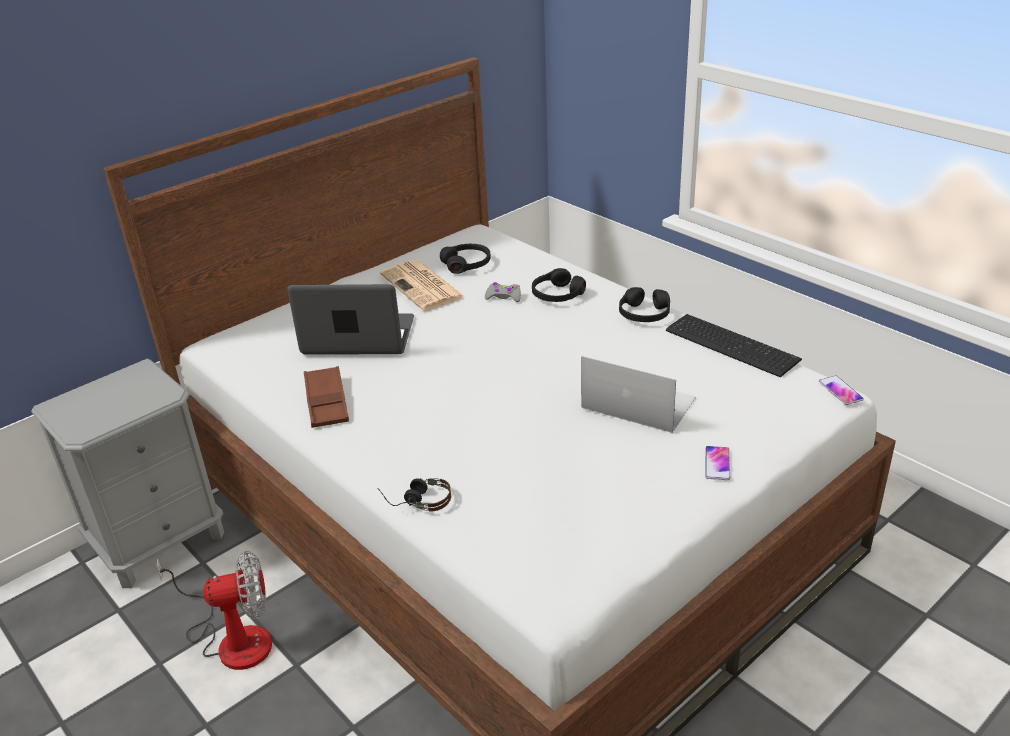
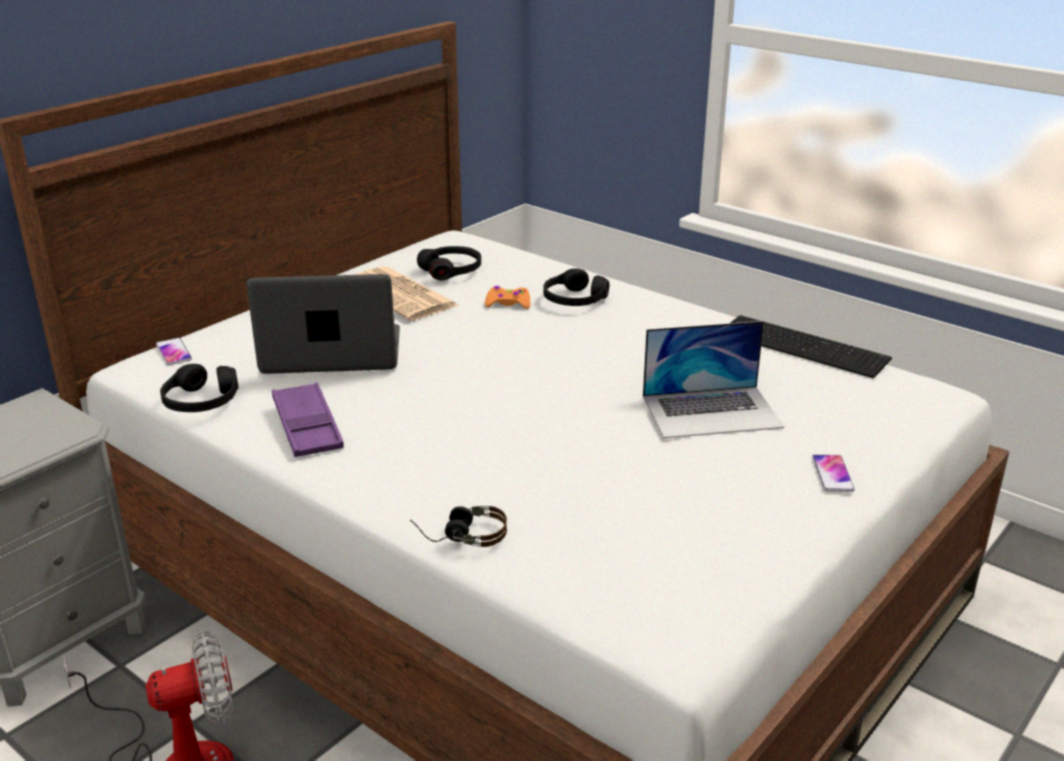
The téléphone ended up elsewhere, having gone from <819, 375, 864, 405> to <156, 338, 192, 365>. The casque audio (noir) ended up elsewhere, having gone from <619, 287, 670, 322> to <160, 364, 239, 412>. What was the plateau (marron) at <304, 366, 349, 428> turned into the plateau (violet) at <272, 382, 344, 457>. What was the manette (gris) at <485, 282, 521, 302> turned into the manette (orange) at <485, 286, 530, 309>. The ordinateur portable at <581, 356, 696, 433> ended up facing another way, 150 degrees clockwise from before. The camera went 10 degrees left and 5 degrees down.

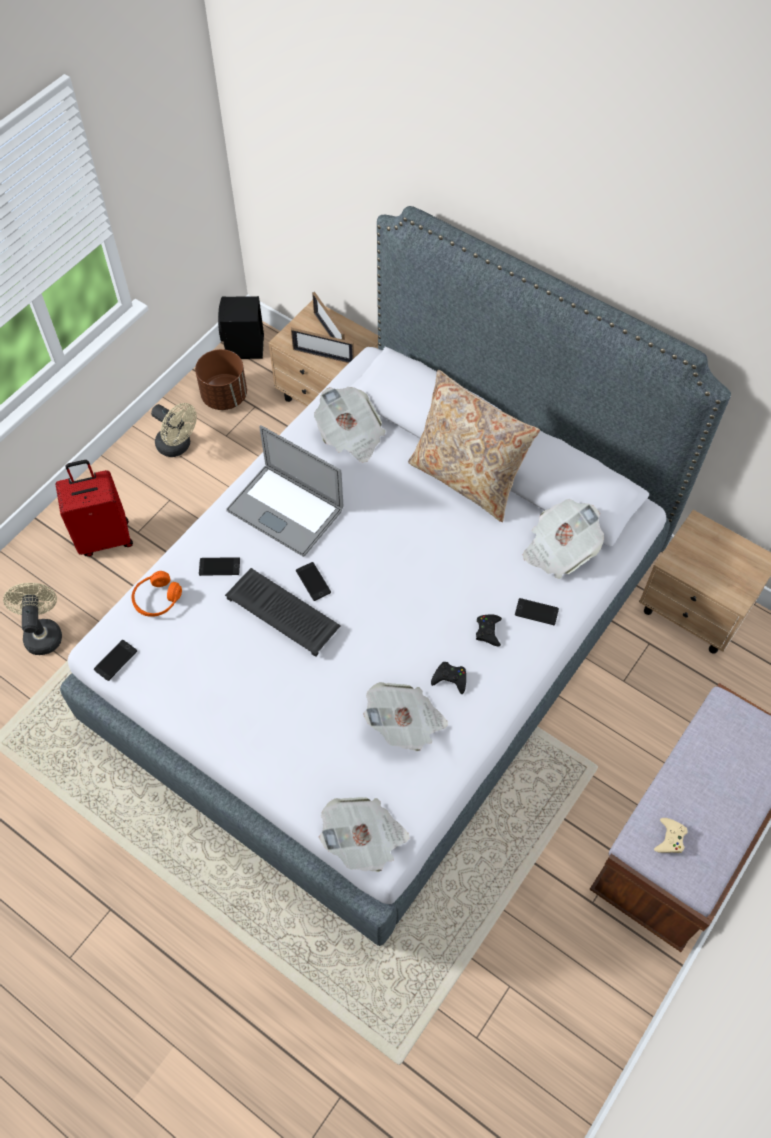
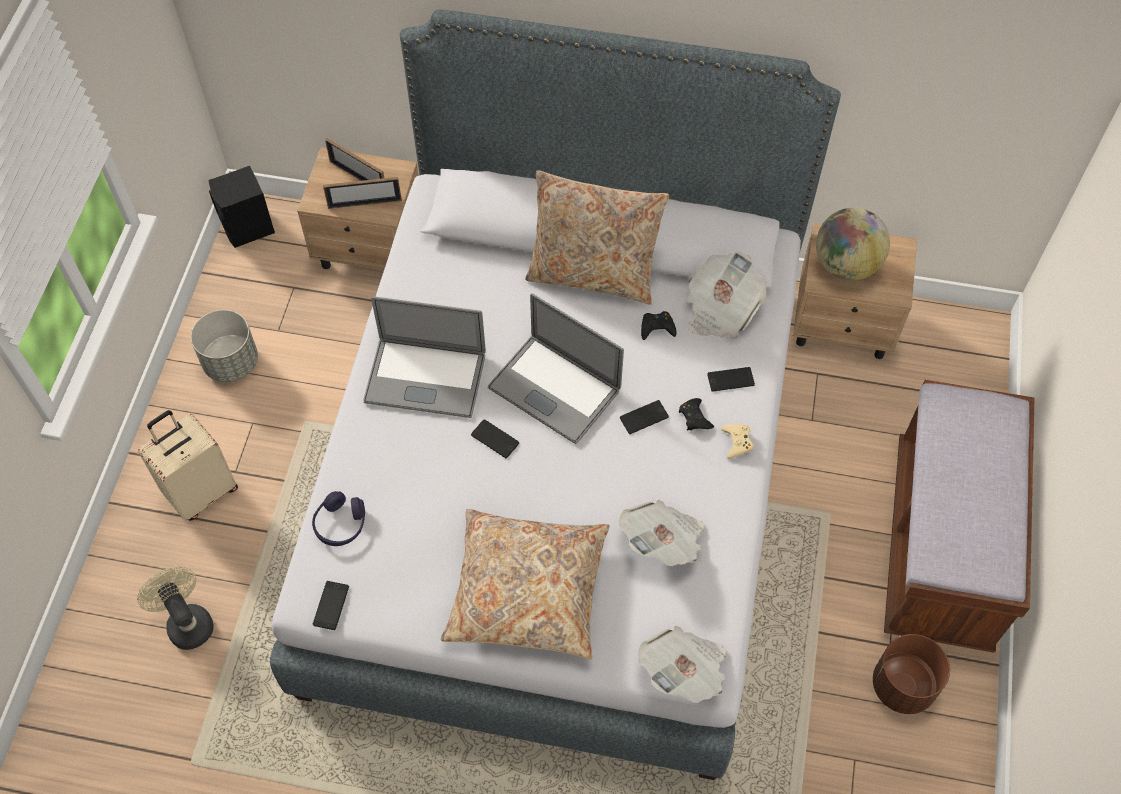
What was the valise (rouge) at <56, 460, 133, 556> turned into the valise (beige) at <138, 410, 238, 521>. Where the ventilateur (beige) stood at <151, 403, 197, 457>, the cache-pot (gris) came to stand at <191, 310, 258, 382>. What was the casque audio (orange) at <132, 571, 182, 617> turned into the casque audio (violet) at <312, 491, 365, 546>. The second view gained the coussin (beige) at <441, 509, 609, 659>. The second view gained the ordinateur portable at <488, 293, 624, 444>. The téléphone ended up elsewhere, having gone from <199, 557, 240, 576> to <620, 400, 669, 434>. The manette (noir) ended up elsewhere, having gone from <431, 662, 466, 694> to <641, 311, 677, 340>. The manette (beige) ended up elsewhere, having gone from <654, 818, 687, 853> to <721, 424, 754, 459>. The second view gained the globe at <816, 207, 890, 280>. The cache-pot (marron) ended up elsewhere, having gone from <195, 349, 247, 410> to <873, 634, 950, 714>. The second view lost the clavier at <225, 568, 341, 657>. The second view lost the journal at <314, 387, 386, 463>. The camera went 25 degrees left and 0 degrees up.

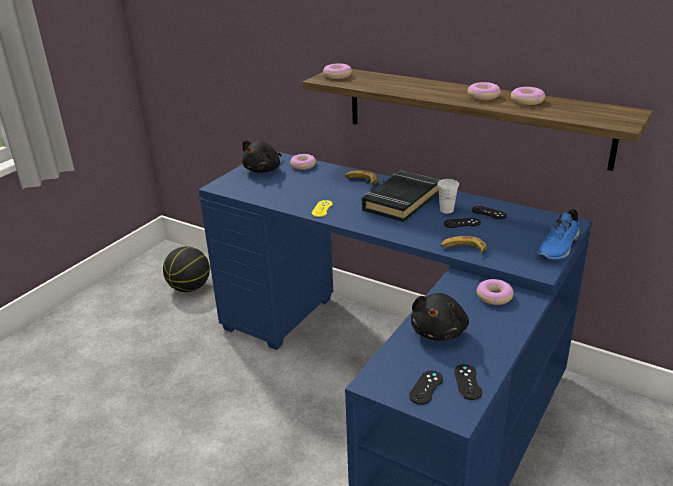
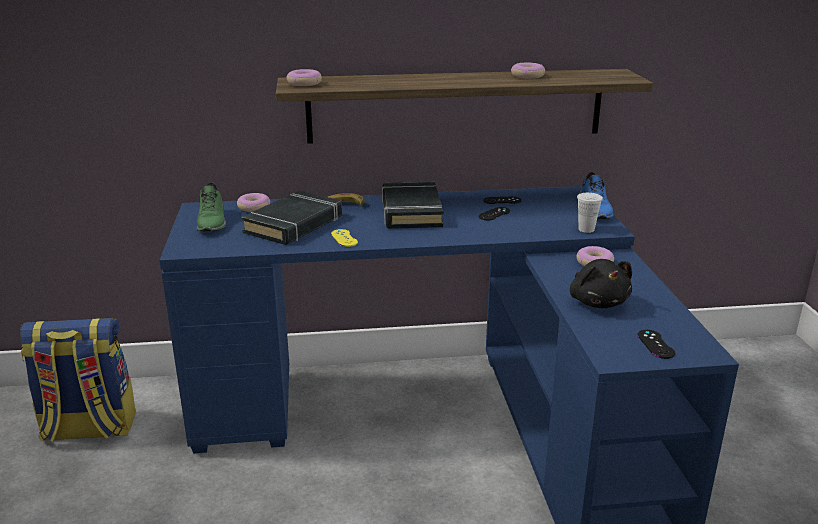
Where the ballon de basket stood at <163, 246, 210, 292>, the sac à dos came to stand at <20, 318, 135, 443>. Where the peluche (noir) stood at <242, 140, 282, 173>, the chaussure (vert) came to stand at <197, 182, 226, 231>. The second view gained the livre (noir) at <241, 191, 342, 245>. The tasse (blanc) ended up elsewhere, having gone from <437, 179, 459, 214> to <577, 193, 603, 233>. The second view lost the banane at <441, 236, 487, 254>. The second view lost the manette (noir) at <454, 364, 482, 400>. The second view lost the beignet at <468, 82, 501, 100>. The camera went 40 degrees left and 5 degrees down.

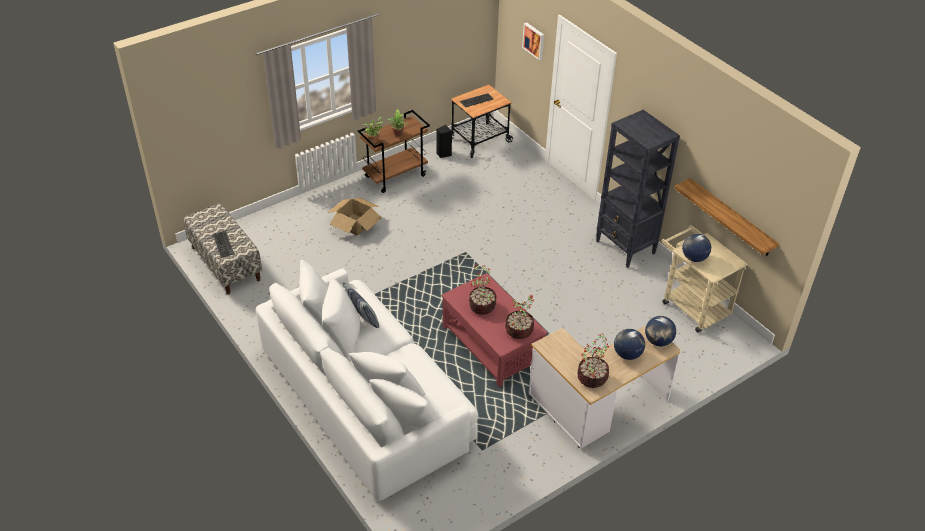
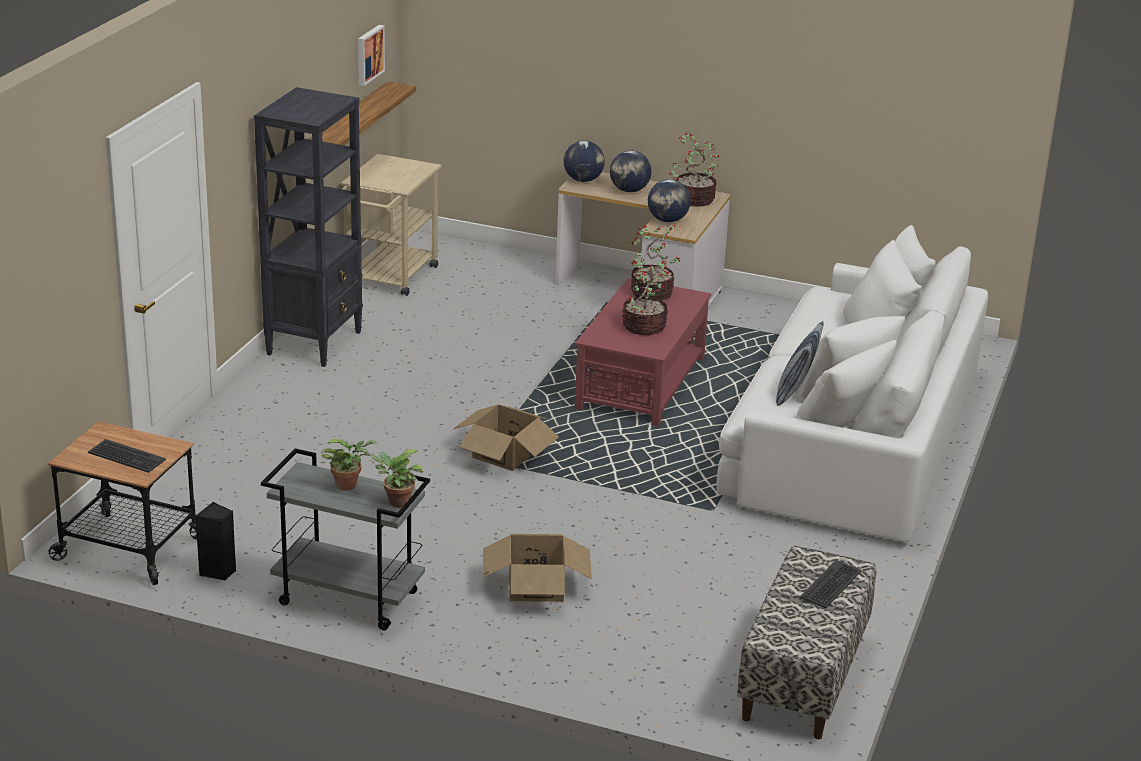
What was the chariot (marron) at <358, 110, 430, 193> turned into the chariot (gris) at <261, 448, 430, 630>. The tableau ended up elsewhere, having gone from <522, 22, 544, 60> to <358, 25, 385, 86>. The second view gained the carton at <452, 404, 559, 471>. The globe ended up elsewhere, having gone from <682, 234, 711, 262> to <648, 179, 691, 222>. The camera went 125 degrees left and 15 degrees down.

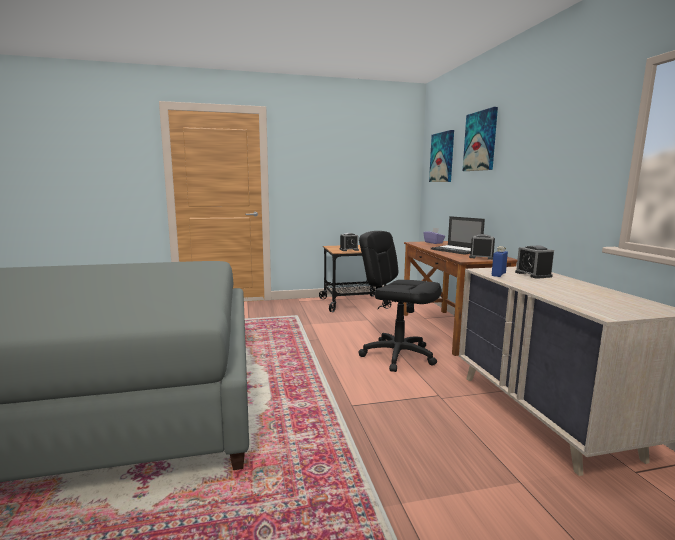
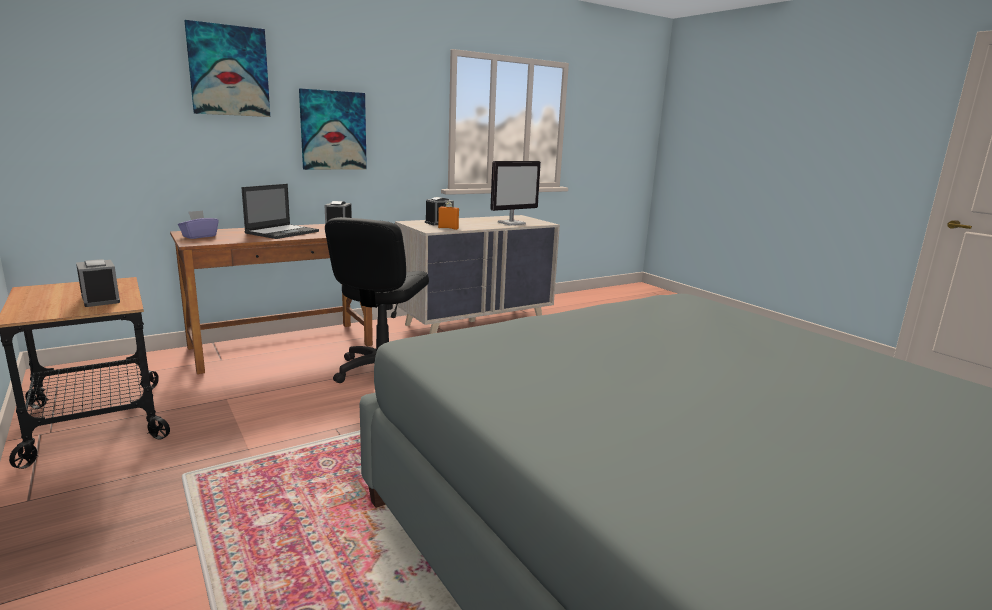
The tableau ended up elsewhere, having gone from <429, 130, 454, 182> to <299, 88, 367, 170>. What was the bouteille (bleu) at <492, 246, 508, 277> turned into the bouteille (orange) at <438, 202, 459, 230>. The second view gained the écran d'ordinateur at <490, 161, 541, 226>. The camera went 110 degrees left and 5 degrees up.

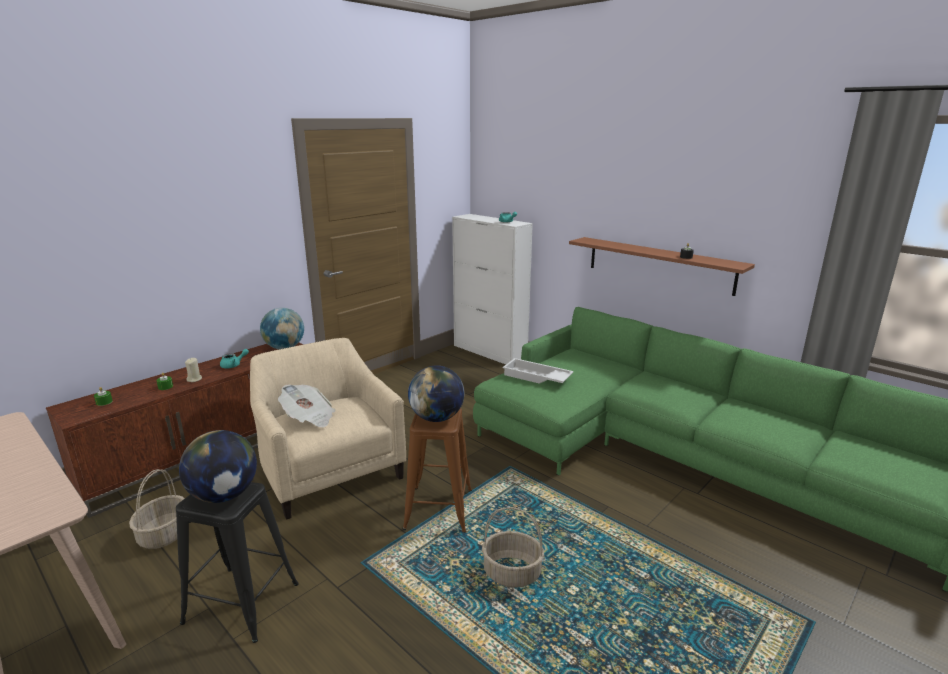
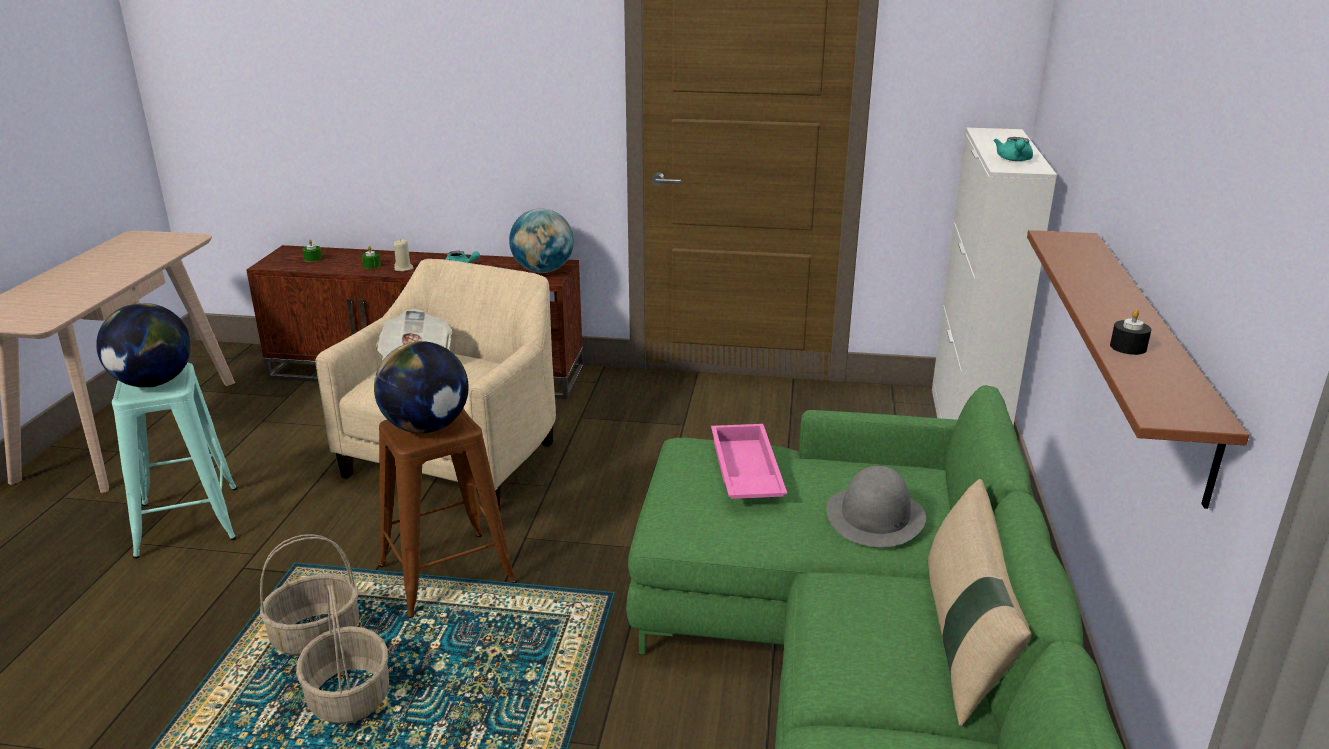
What was the tabouret (noir) at <176, 482, 299, 643> turned into the tabouret (turquoise) at <112, 363, 237, 559>. The panier ended up elsewhere, having gone from <129, 469, 185, 549> to <260, 534, 359, 656>. What was the plateau (blanc) at <503, 358, 574, 384> turned into the plateau (rose) at <711, 424, 787, 499>. The second view gained the chapeau (gris) at <826, 466, 926, 547>. The second view gained the coussin (beige) at <927, 479, 1032, 726>. The camera went 55 degrees right and 5 degrees up.

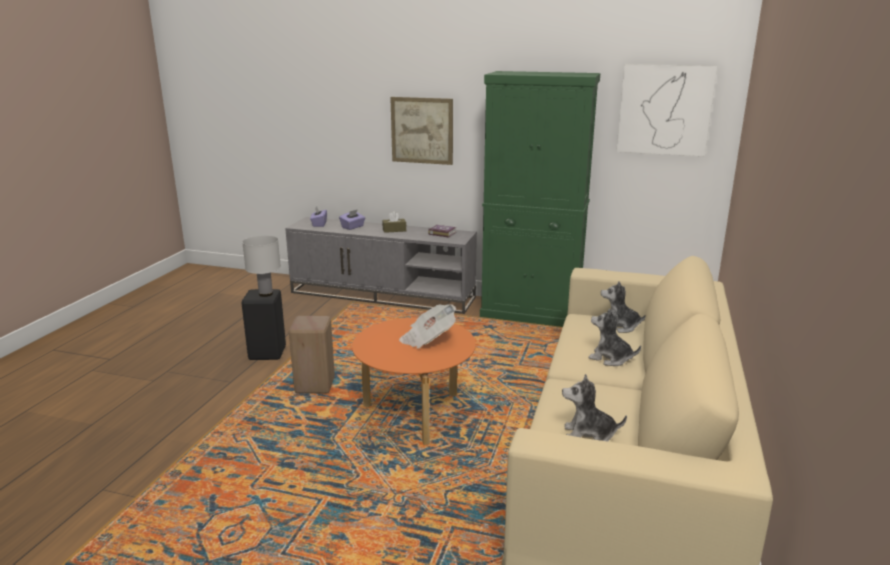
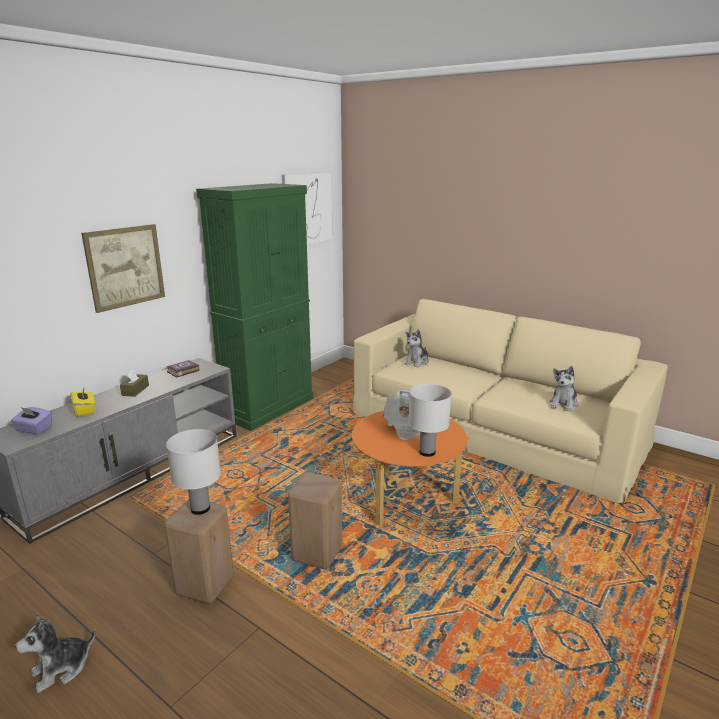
The peluche ended up elsewhere, having gone from <589, 309, 641, 366> to <15, 613, 95, 693>. What was the boîte à mouchoirs (violet) at <339, 209, 365, 230> turned into the boîte à mouchoirs (jaune) at <70, 388, 95, 417>. What was the tabouret (noir) at <241, 289, 286, 360> turned into the tabouret (beige) at <164, 499, 234, 604>. The second view gained the lampe de table (blanc) at <408, 384, 452, 457>. The camera went 70 degrees left and 0 degrees up.

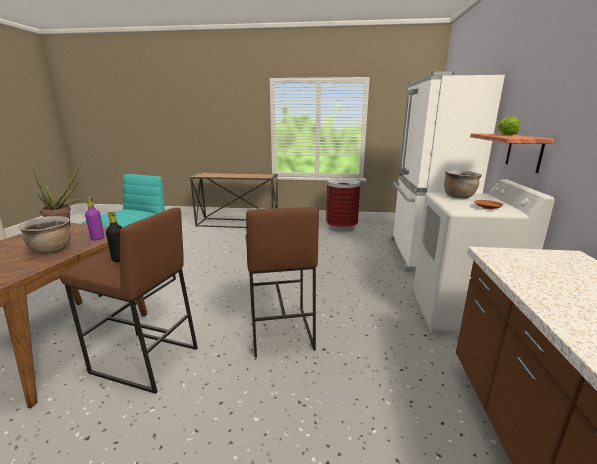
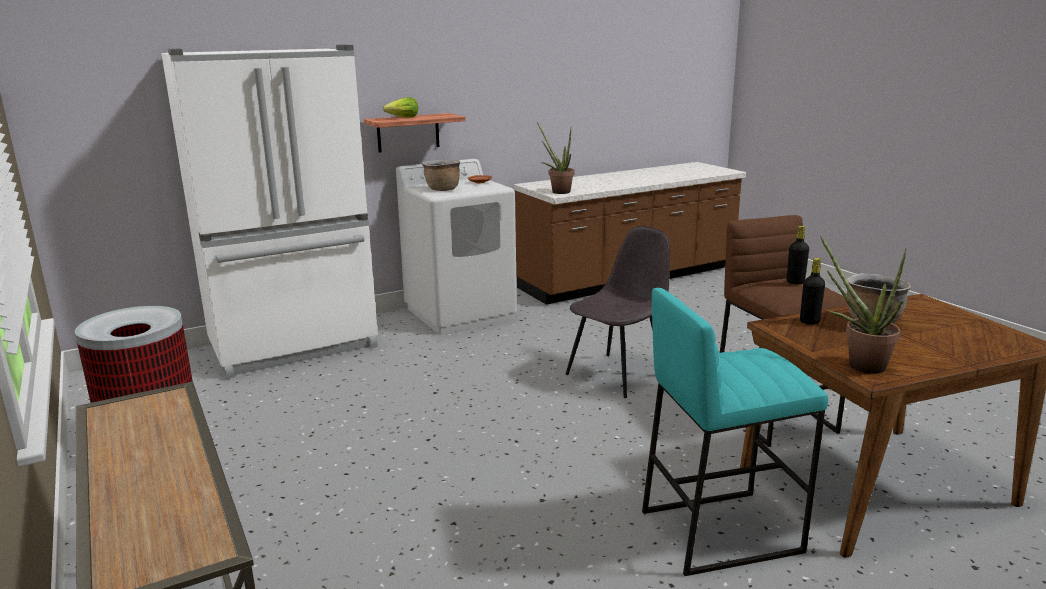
The second view gained the plante en pot at <537, 122, 574, 194>. Where the tabouret (marron) stood at <246, 207, 319, 358>, the chaise (gris) came to stand at <566, 226, 670, 398>. What was the bouteille (violet) at <85, 197, 104, 240> turned into the bouteille (noir) at <800, 258, 825, 325>. The camera went 125 degrees left and 0 degrees up.

